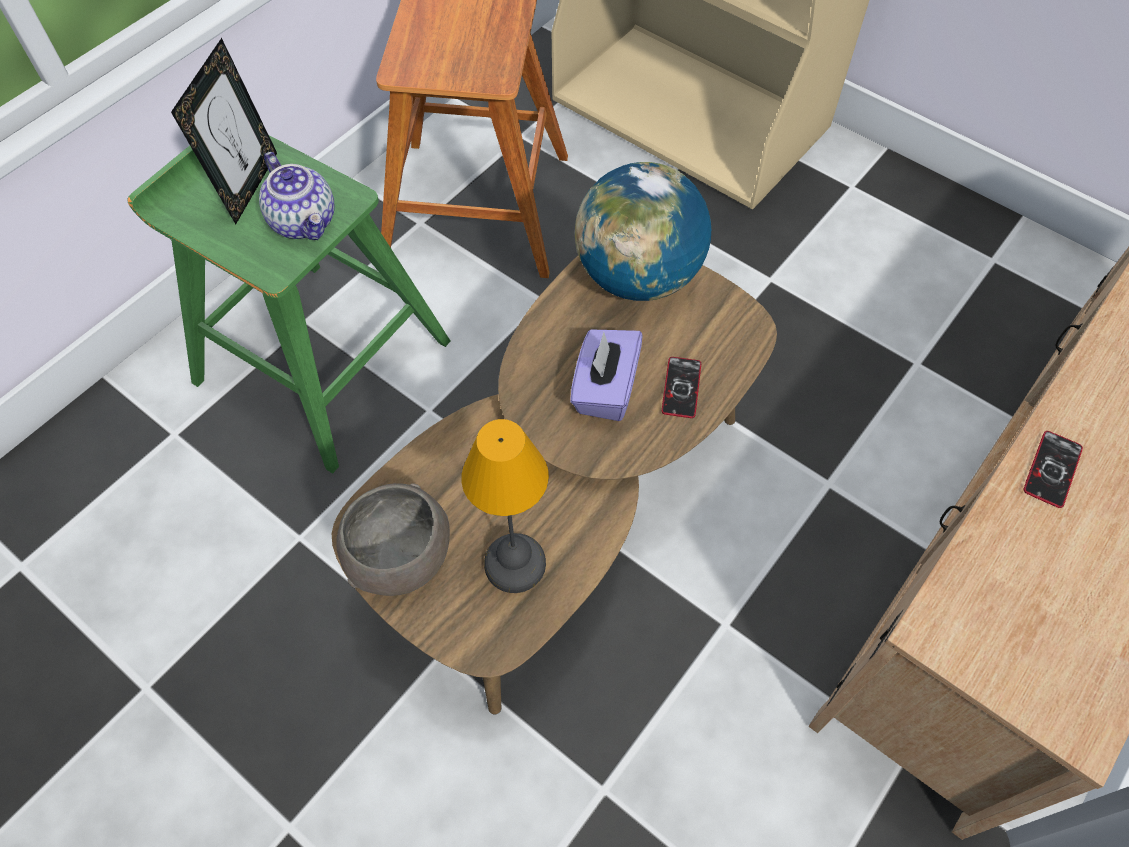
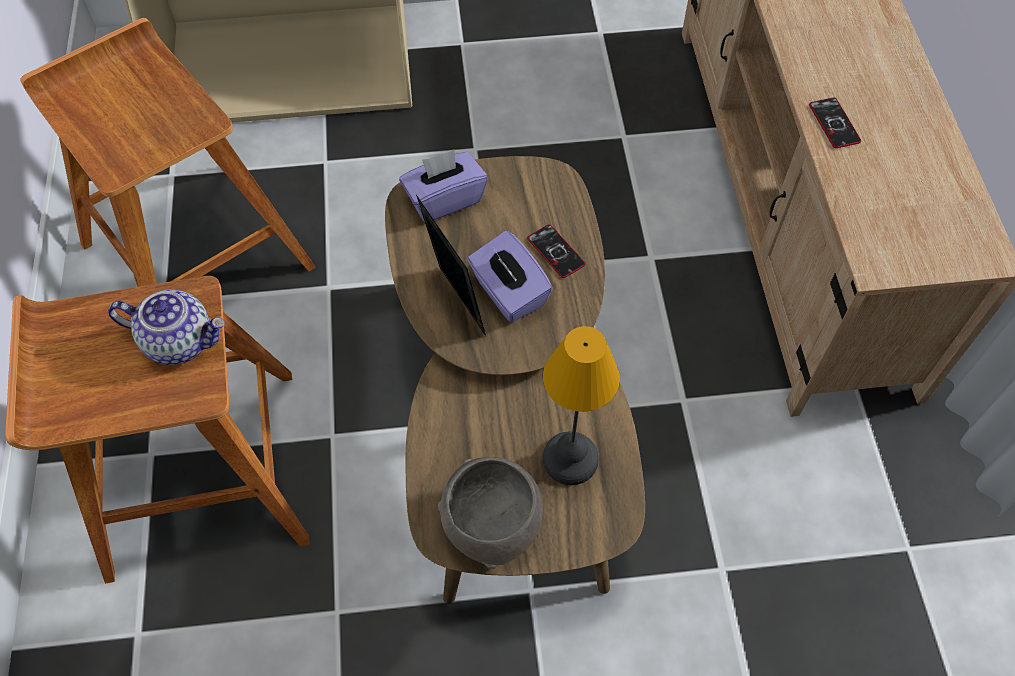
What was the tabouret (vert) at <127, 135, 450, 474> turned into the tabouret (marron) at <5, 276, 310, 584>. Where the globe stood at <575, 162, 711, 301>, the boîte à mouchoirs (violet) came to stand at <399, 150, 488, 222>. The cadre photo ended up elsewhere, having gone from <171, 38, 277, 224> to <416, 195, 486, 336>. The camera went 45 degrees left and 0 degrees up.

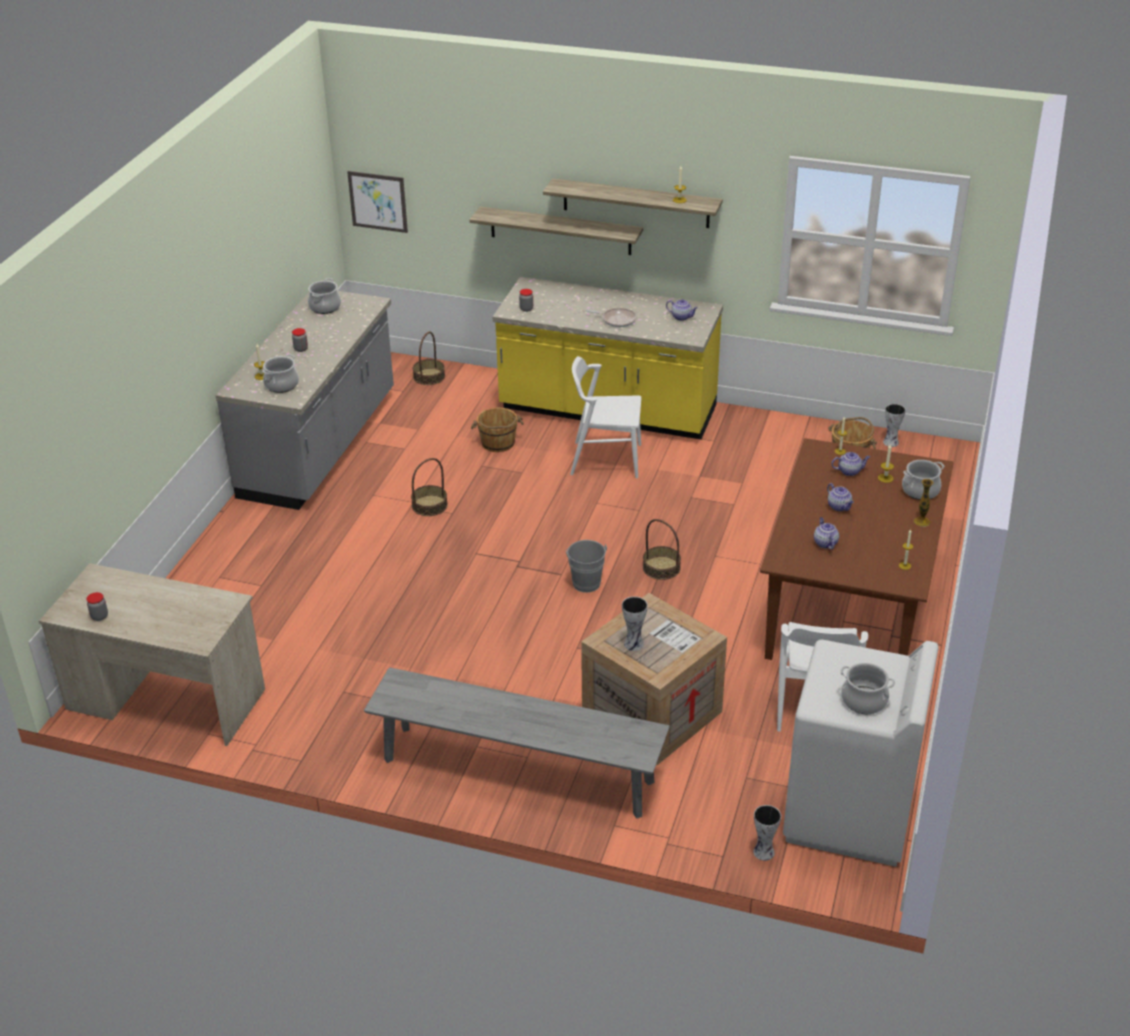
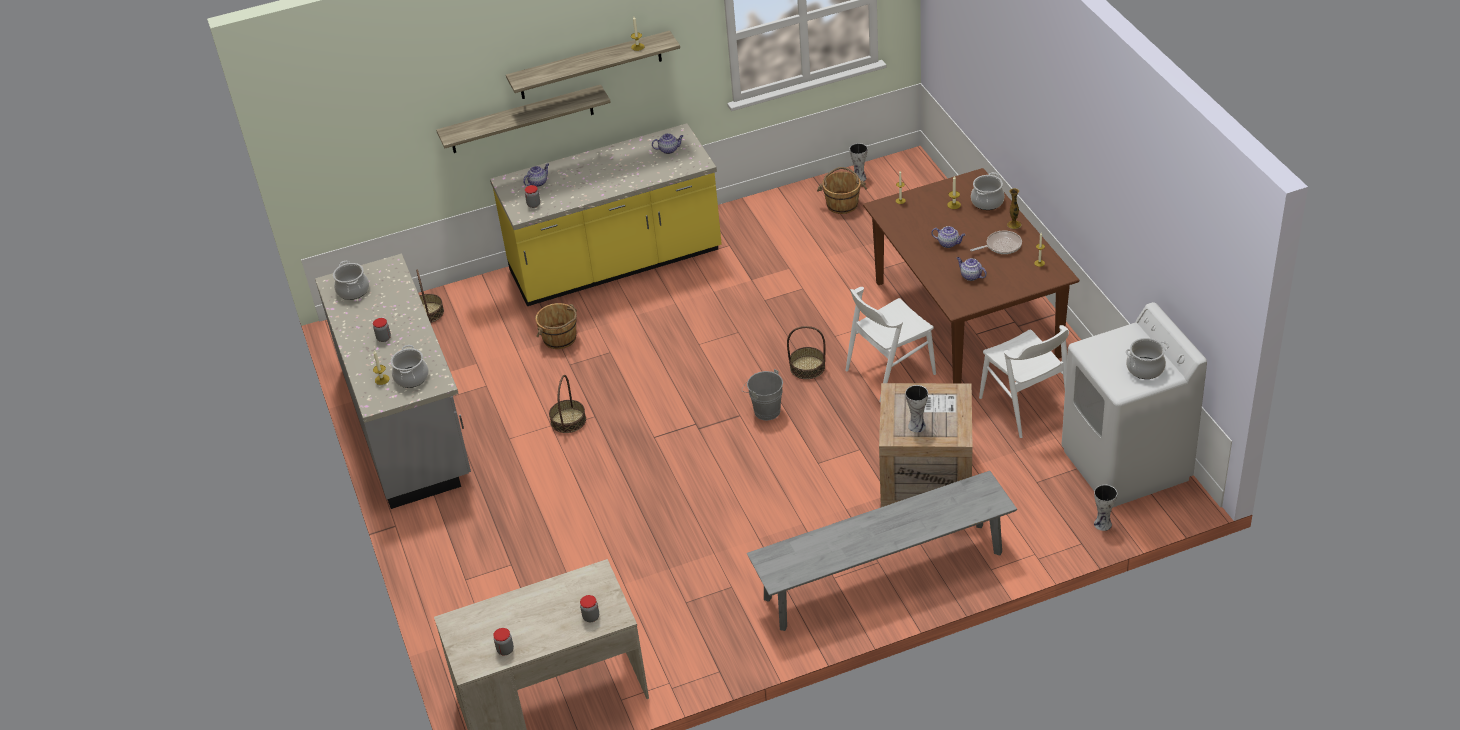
The théière ended up elsewhere, having gone from <831, 452, 870, 476> to <523, 164, 549, 187>. The second view gained the bocal at <580, 595, 599, 622>. The chaise (blanc) ended up elsewhere, having gone from <570, 356, 641, 478> to <845, 287, 936, 402>. The poêle ended up elsewhere, having gone from <585, 308, 637, 327> to <970, 230, 1022, 254>. The second view lost the tableau at <347, 171, 408, 233>. The camera went 35 degrees left and 5 degrees up.

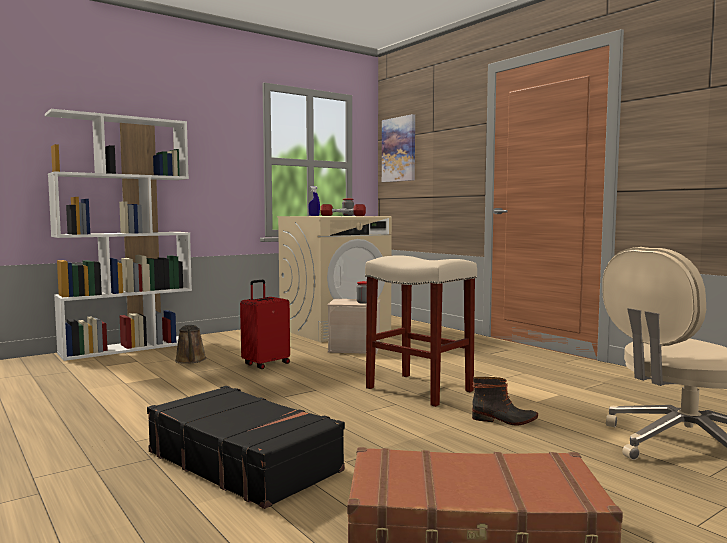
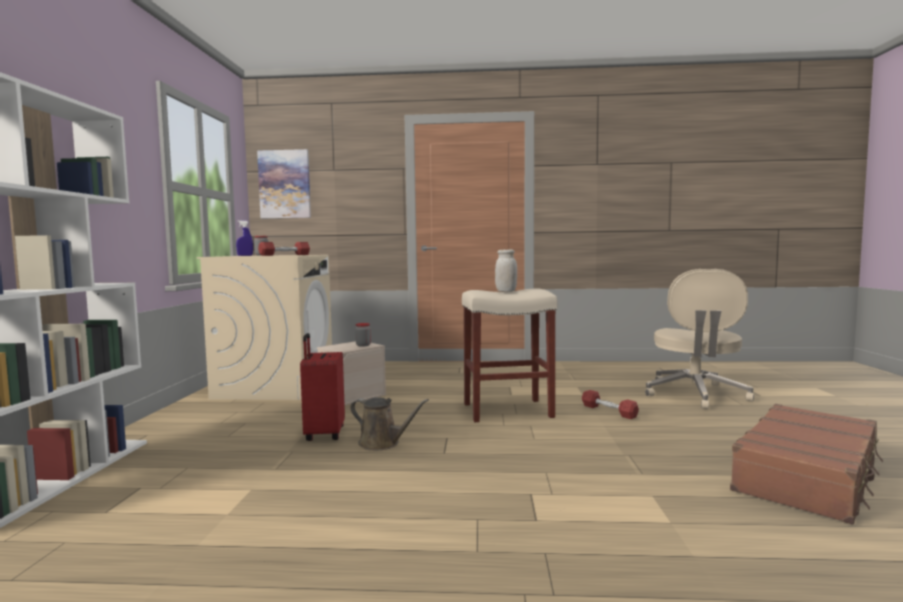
The arrosoir (marron) ended up elsewhere, having gone from <175, 325, 207, 364> to <350, 397, 429, 451>. The second view gained the bocal (blanc) at <495, 249, 517, 292>. Where the botte stood at <472, 377, 538, 426>, the haltère (rouge) came to stand at <582, 390, 639, 419>. The second view lost the valise (noir) at <147, 386, 345, 509>. The camera went 50 degrees left and 0 degrees up.

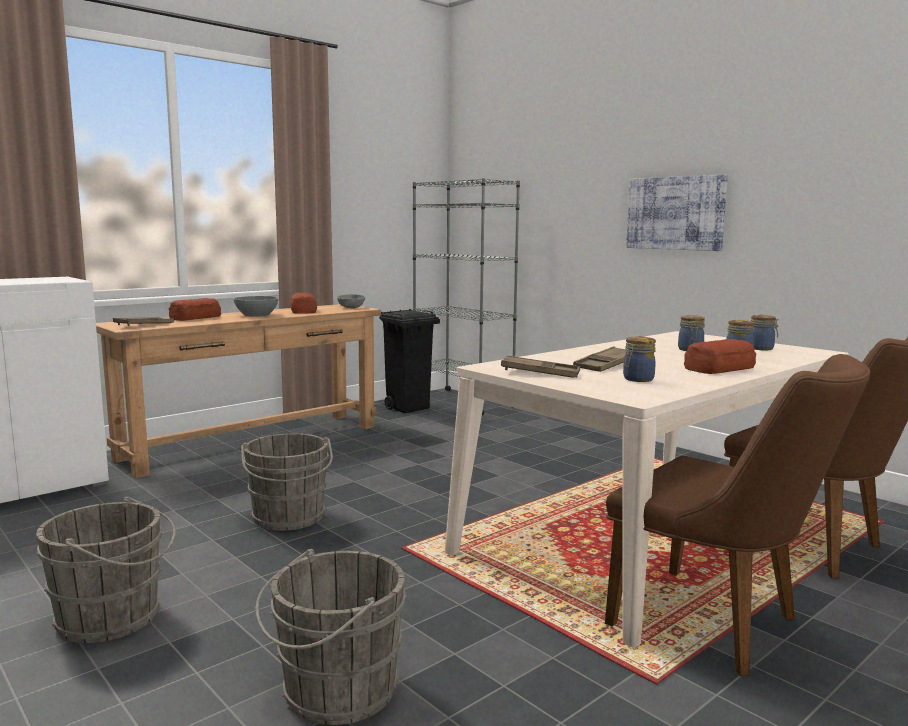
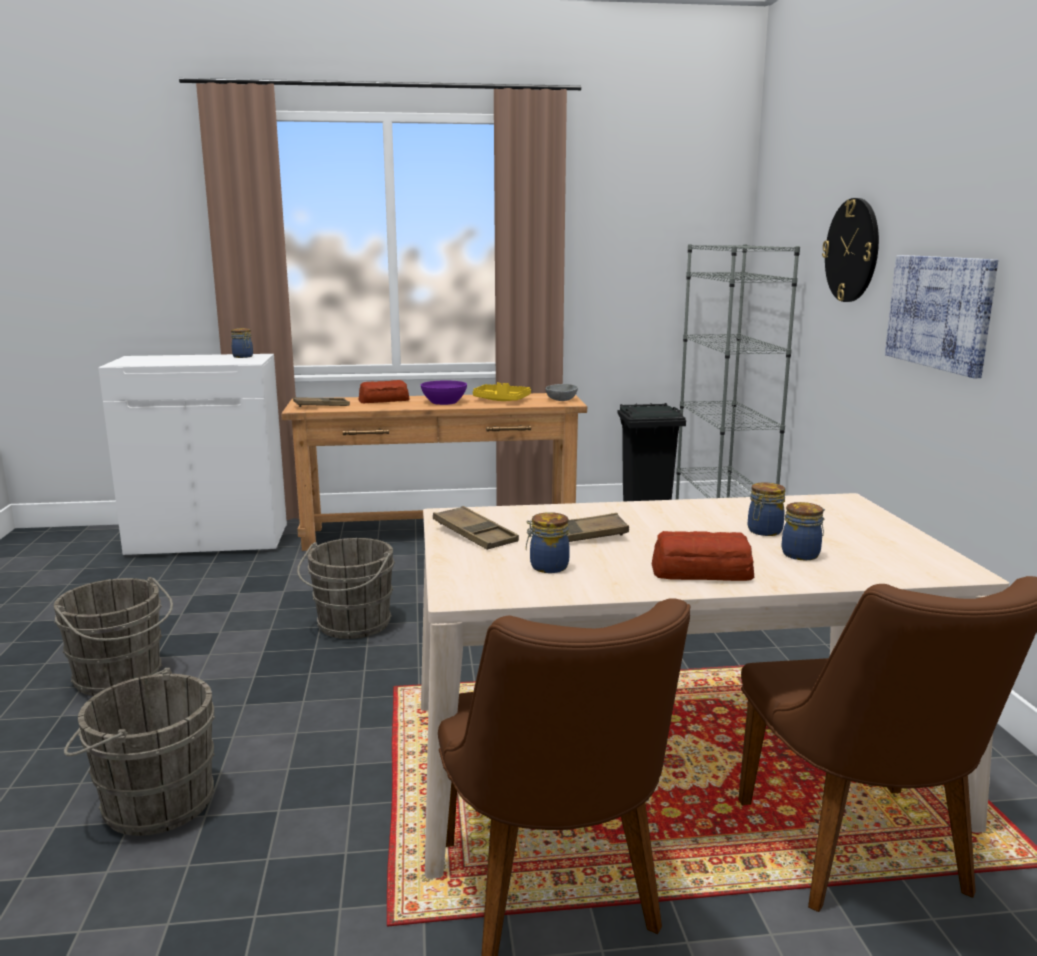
The bocal ended up elsewhere, having gone from <751, 315, 779, 350> to <231, 328, 253, 358>. What was the bol (gris) at <234, 296, 278, 317> turned into the bol (violet) at <421, 380, 467, 405>. Where the pain stood at <290, 293, 317, 314>, the plateau (jaune) came to stand at <473, 382, 531, 401>. The second view gained the horloge murale at <822, 198, 879, 302>. The camera went 35 degrees right and 5 degrees up.

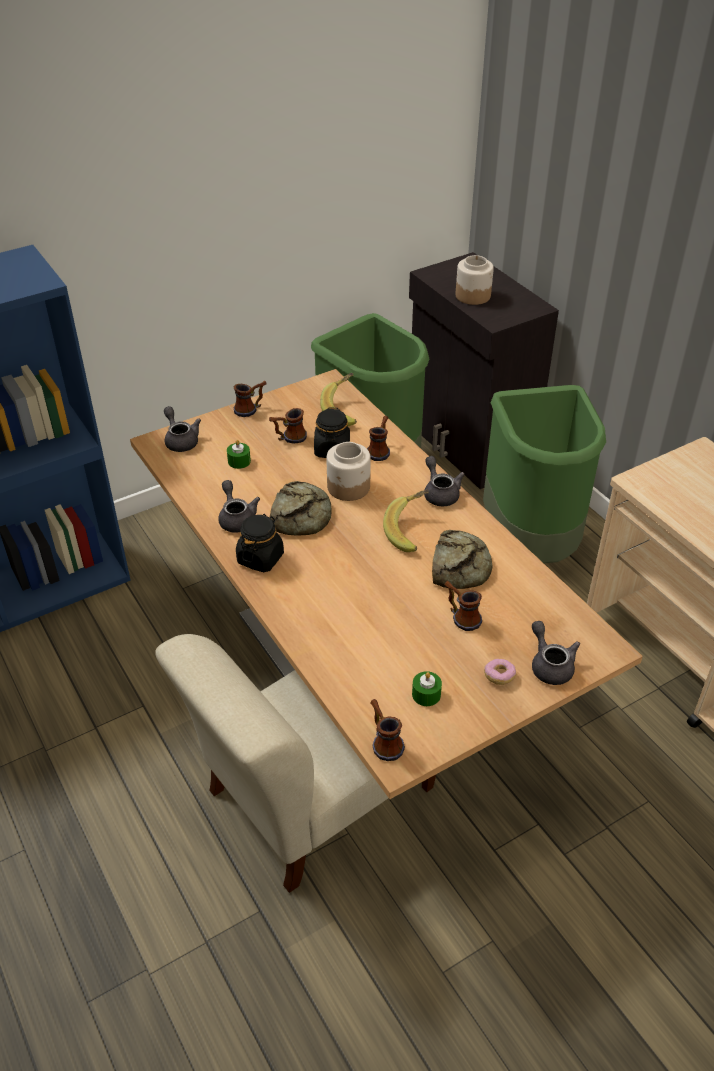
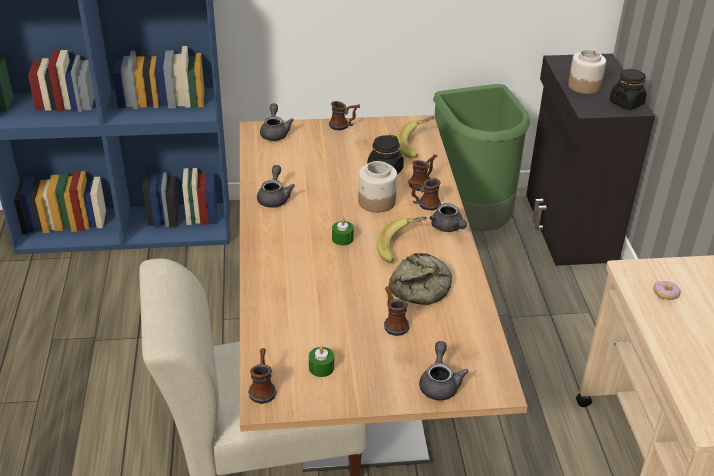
The bougie (vert) ended up elsewhere, having gone from <227, 440, 251, 469> to <332, 218, 354, 246>. The mug ended up elsewhere, having gone from <269, 408, 307, 444> to <408, 178, 441, 210>. The théière (gris) at <424, 456, 465, 506> ended up facing another way, 150 degrees clockwise from before. The bocal (noir) ended up elsewhere, having gone from <236, 514, 284, 572> to <610, 69, 647, 110>. The beignet ended up elsewhere, having gone from <484, 659, 516, 685> to <653, 281, 680, 300>. The second view lost the pain at <270, 481, 332, 536>. The second view lost the poubelle (vert) at <483, 385, 606, 564>. The camera went 25 degrees right and 5 degrees down.

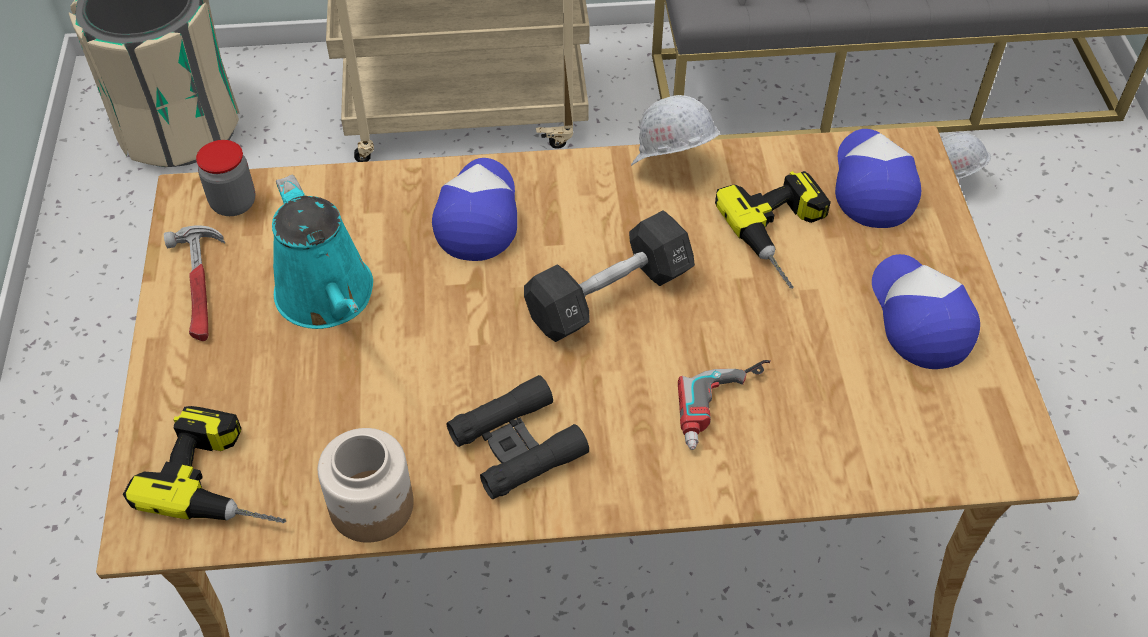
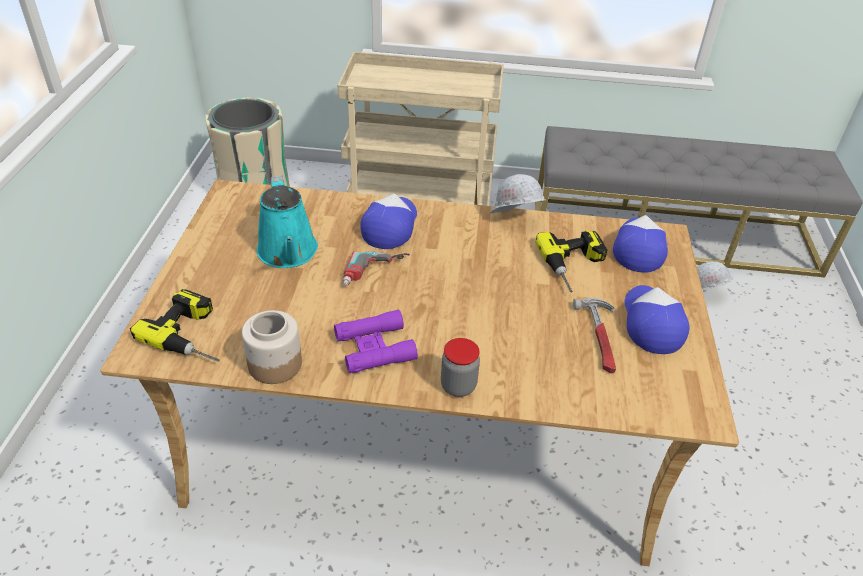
What was the jumelles (noir) at <446, 375, 589, 499> turned into the jumelles (violet) at <334, 310, 418, 373>. The perceuse ended up elsewhere, having gone from <678, 360, 771, 450> to <342, 251, 410, 286>. The bocal ended up elsewhere, having gone from <196, 140, 255, 216> to <441, 338, 480, 397>. The marteau ended up elsewhere, having gone from <164, 225, 225, 341> to <573, 298, 616, 373>. The second view lost the haltère (noir) at <524, 210, 695, 342>. The camera went 10 degrees right and 10 degrees down.

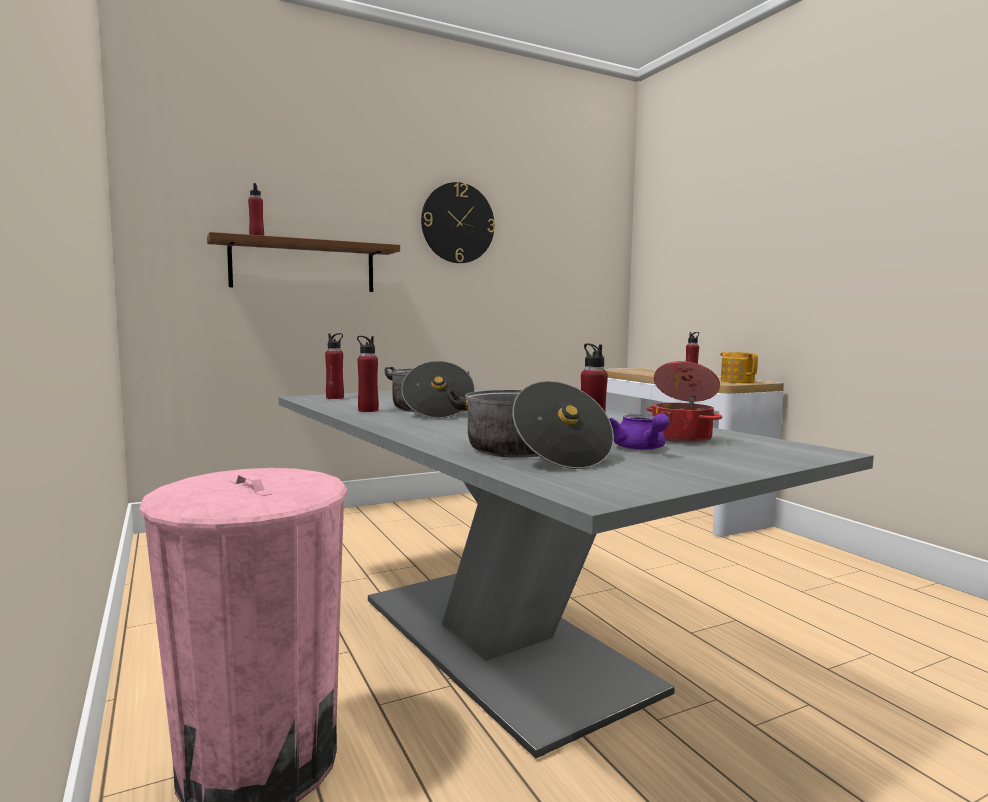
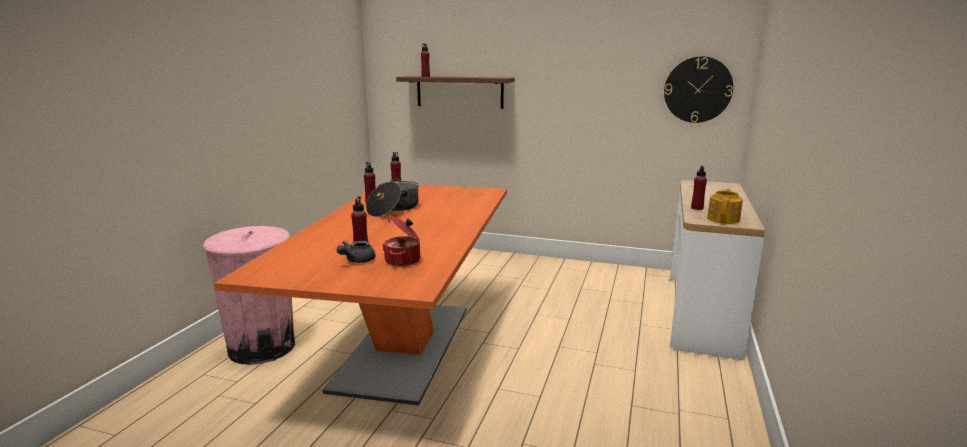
What was the table à manger (gris) at <279, 387, 874, 758> turned into the table à manger (orange) at <214, 183, 507, 405>. What was the théière (violet) at <609, 413, 669, 450> turned into the théière (gris) at <337, 241, 375, 263>. The horloge murale ended up elsewhere, having gone from <421, 182, 495, 263> to <664, 56, 733, 123>. The second view lost the marmite at <446, 381, 614, 469>. The camera went 45 degrees right and 10 degrees up.

